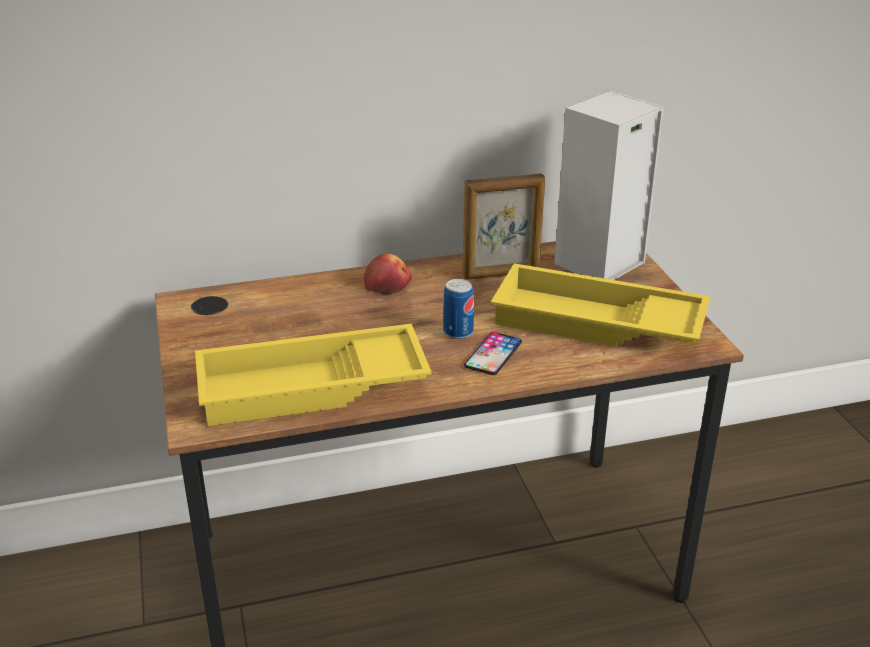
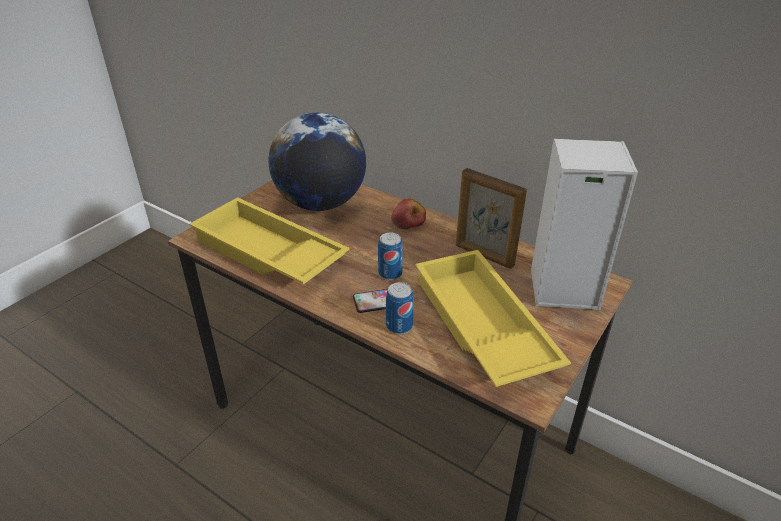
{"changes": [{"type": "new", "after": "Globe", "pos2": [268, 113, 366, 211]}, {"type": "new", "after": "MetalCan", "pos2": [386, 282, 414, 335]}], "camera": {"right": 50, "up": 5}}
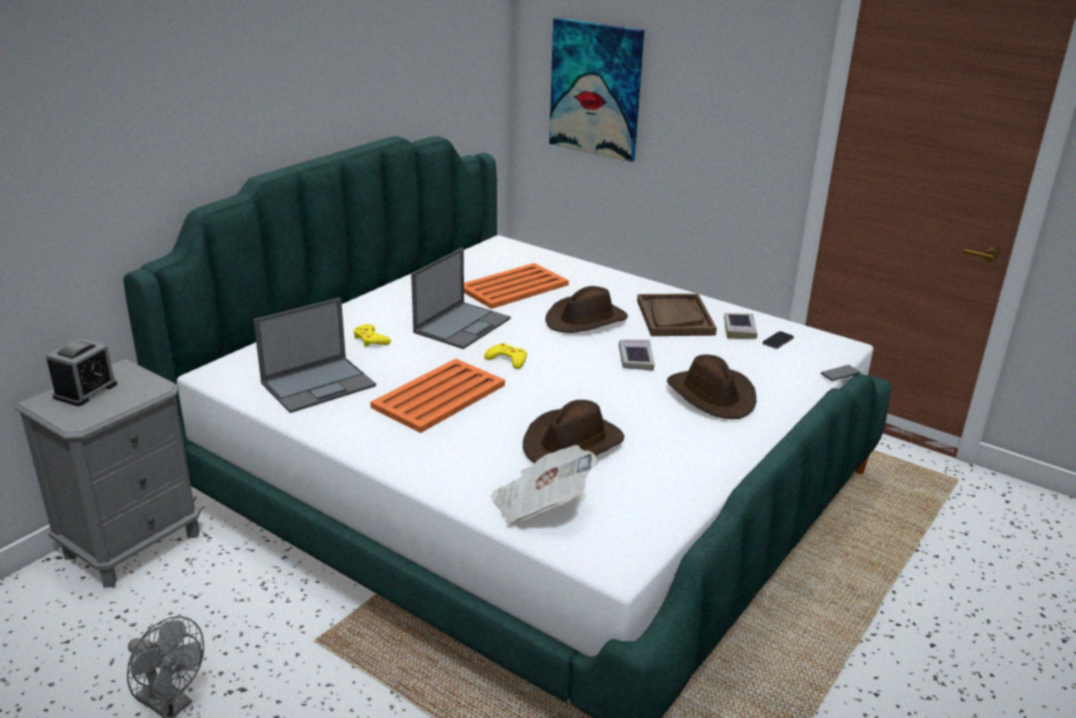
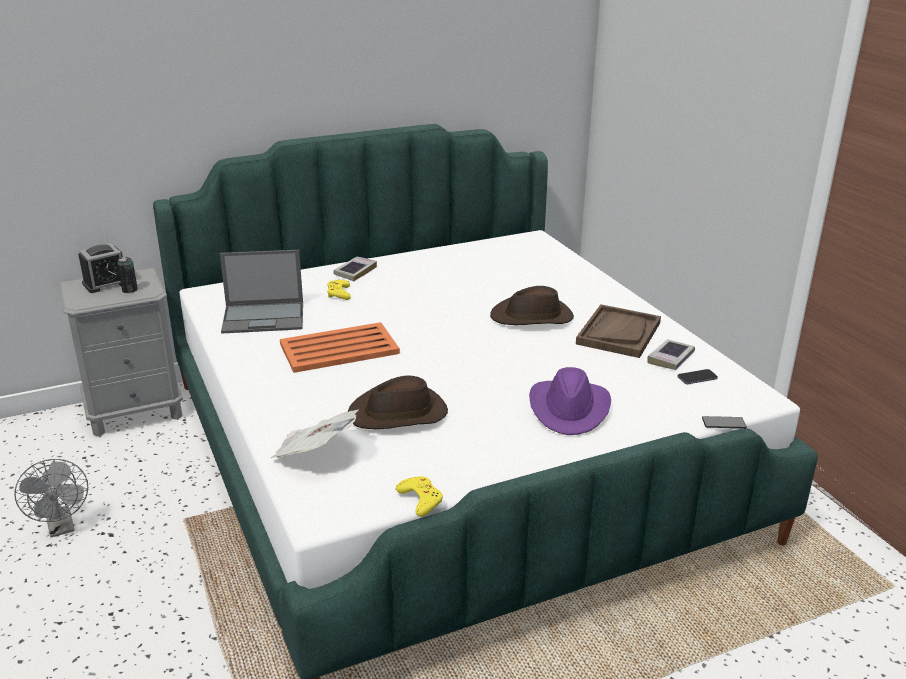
{"changes": [{"type": "gone", "before": "Laptop", "pos1": [411, 248, 511, 349]}, {"type": "gone", "before": "OrangeServingTray", "pos1": [464, 263, 569, 309]}, {"type": "shifted", "before": "YellowColouredJoypad", "pos1": [484, 343, 527, 369], "pos2": [396, 476, 443, 517]}, {"type": "gone", "before": "WallArt", "pos1": [549, 18, 644, 162]}, {"type": "shifted", "before": "Volume", "pos1": [619, 340, 655, 371], "pos2": [334, 256, 377, 281]}, {"type": "repainted", "before": "BrownishClothingHat", "after": "PurplishClothingHat", "pos1": [667, 355, 756, 419], "pos2": [529, 367, 611, 435]}, {"type": "new", "after": "MetalCan", "pos2": [117, 257, 138, 293]}], "camera": {"right": 30, "up": 0}}
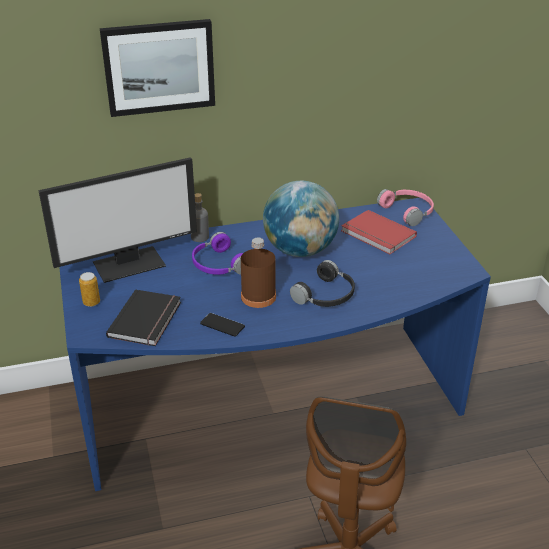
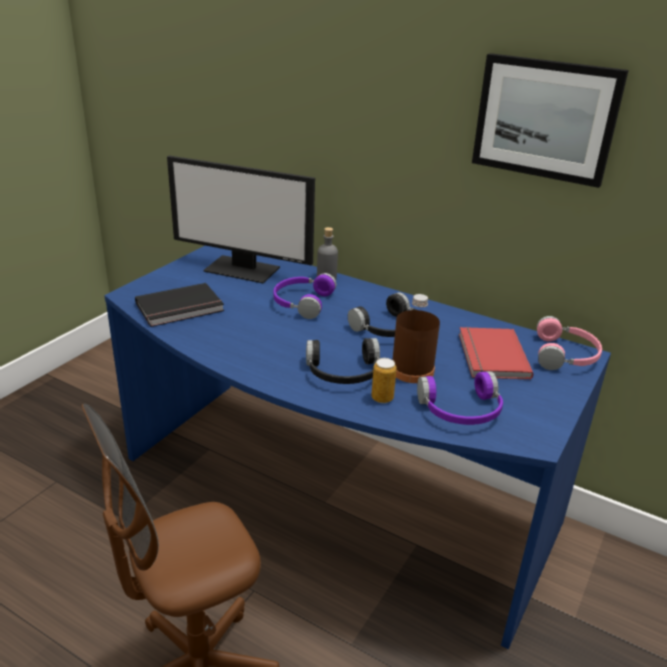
{"changes": [{"type": "shifted", "before": "MetalCan", "pos1": [79, 272, 100, 307], "pos2": [371, 358, 397, 403]}, {"type": "shifted", "before": "WallArt", "pos1": [100, 19, 215, 117], "pos2": [472, 53, 629, 188]}, {"type": "gone", "before": "Handset", "pos1": [200, 313, 245, 337]}, {"type": "shifted", "before": "BrownishDrinkBottle", "pos1": [241, 238, 276, 308], "pos2": [393, 294, 440, 383]}, {"type": "swapped", "before": "Globe", "after": "BlackishPairOfHeadphones", "pos1": [263, 180, 339, 257], "pos2": [348, 292, 417, 337]}, {"type": "new", "after": "PurplishPairOfHeadphones", "pos2": [417, 371, 503, 425]}], "camera": {"right": 45, "up": -5}}
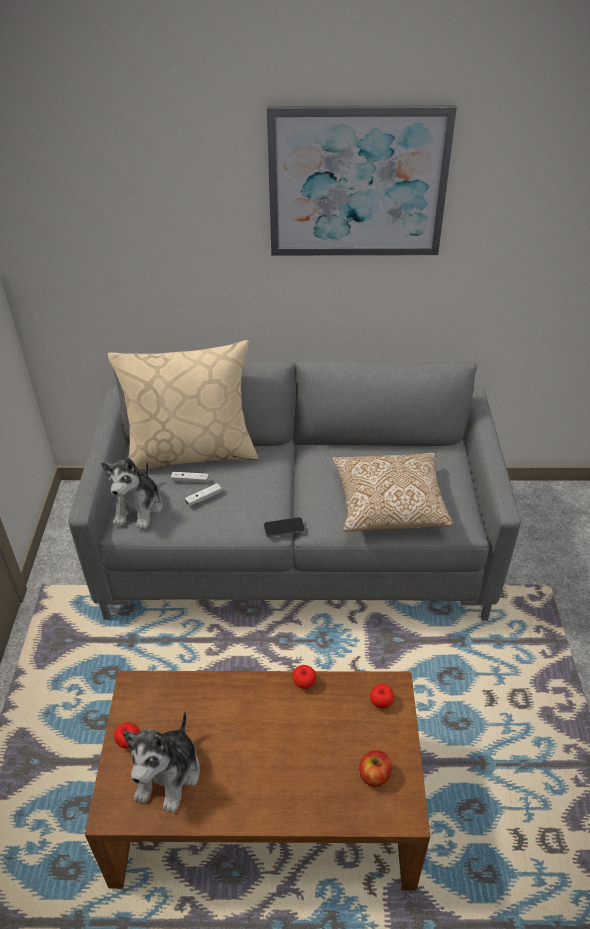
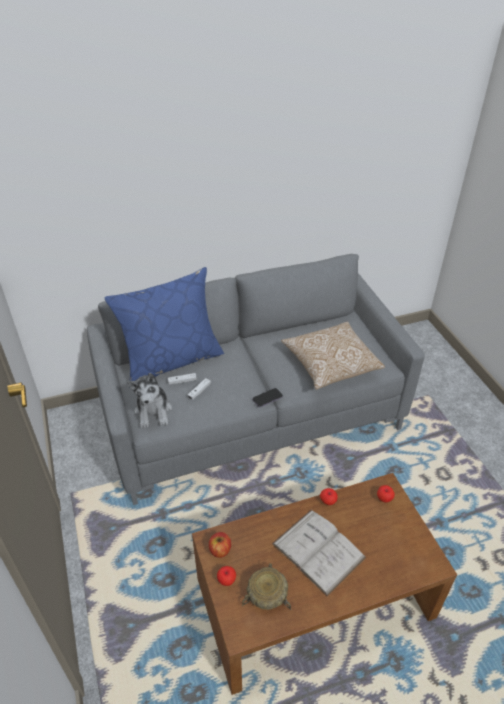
{"changes": [{"type": "repainted", "before": "BeigeColouredThrowPillow", "after": "BluishThrowPillow", "pos1": [108, 340, 258, 471], "pos2": [105, 267, 224, 381]}, {"type": "swapped", "before": "PlushToy", "after": "BeigeColouredDeepDish", "pos1": [123, 711, 200, 813], "pos2": [242, 563, 292, 610]}, {"type": "gone", "before": "WallArt", "pos1": [267, 105, 457, 256]}, {"type": "shifted", "before": "AppleFruit", "pos1": [359, 750, 392, 787], "pos2": [209, 532, 231, 558]}, {"type": "new", "after": "WhiteVolume", "pos2": [272, 510, 366, 596]}], "camera": {"right": -20, "up": 0}}
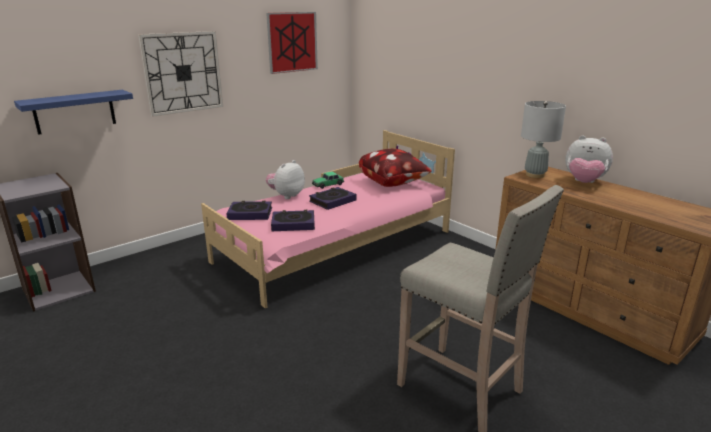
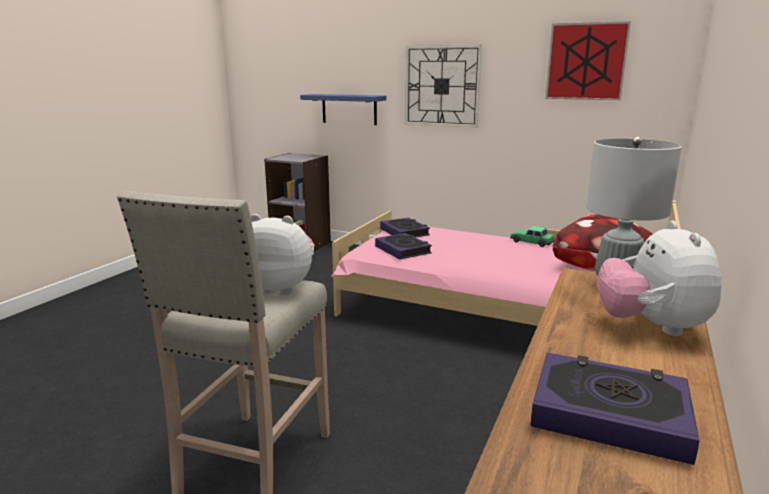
{"changes": [{"type": "shifted", "before": "PlushToy", "pos1": [266, 160, 305, 199], "pos2": [251, 214, 314, 295]}, {"type": "shifted", "before": "Volume", "pos1": [309, 187, 357, 210], "pos2": [531, 352, 699, 465]}], "camera": {"right": 65, "up": -5}}
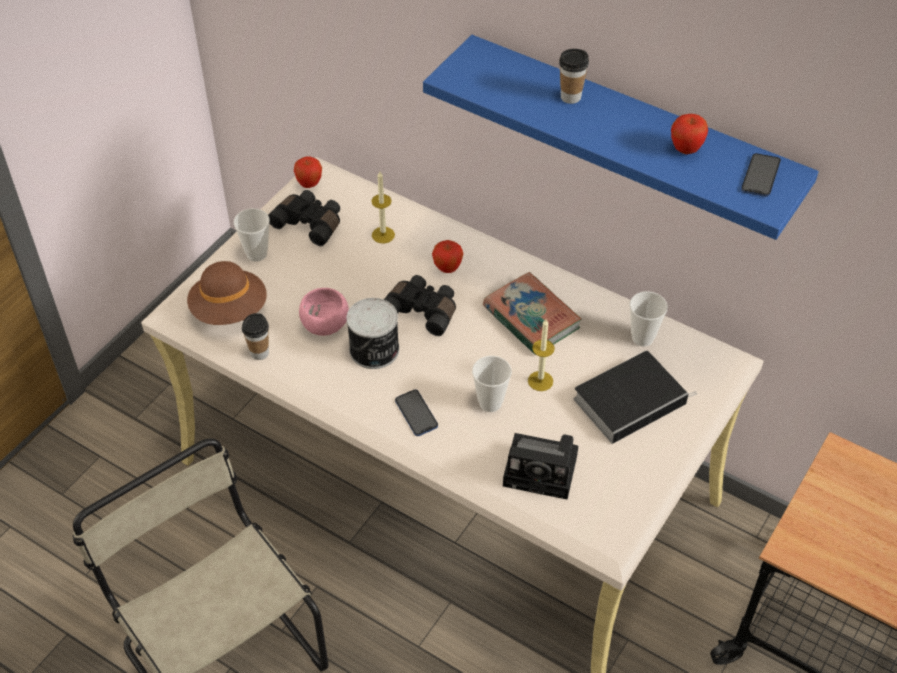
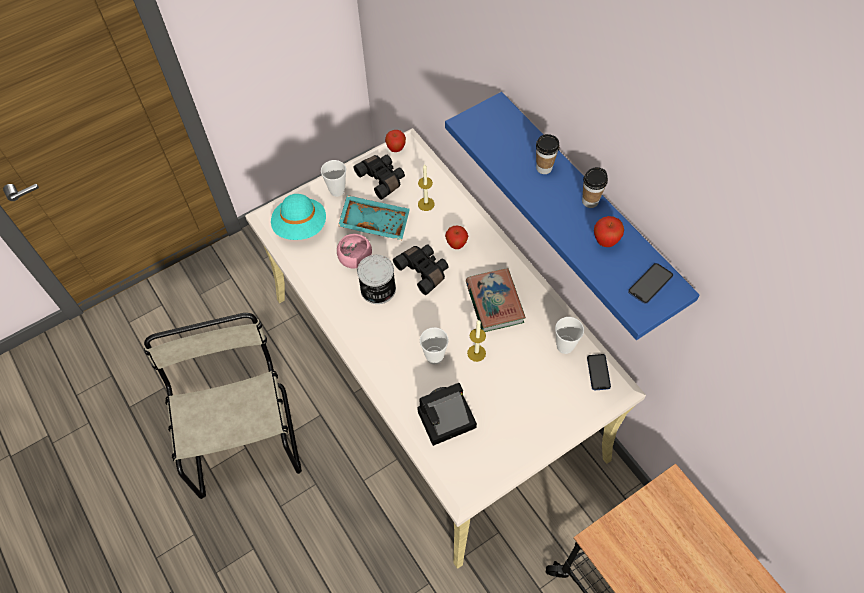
{"changes": [{"type": "repainted", "before": "BrownishClothingHat", "after": "TurquoiseClothingHat", "pos1": [187, 261, 267, 325], "pos2": [271, 194, 326, 240]}, {"type": "shifted", "before": "DrinkingCup", "pos1": [242, 313, 269, 360], "pos2": [582, 167, 608, 208]}, {"type": "shifted", "before": "Handset", "pos1": [395, 389, 438, 436], "pos2": [587, 354, 611, 390]}, {"type": "rotated", "before": "StillCamera", "pos1": [503, 433, 578, 499], "pos2": [417, 383, 477, 446], "turn": 120}, {"type": "gone", "before": "Volume", "pos1": [574, 351, 697, 444]}, {"type": "new", "after": "TurquoiseServingTray", "pos2": [338, 195, 410, 240]}], "camera": {"right": 25, "up": 10}}
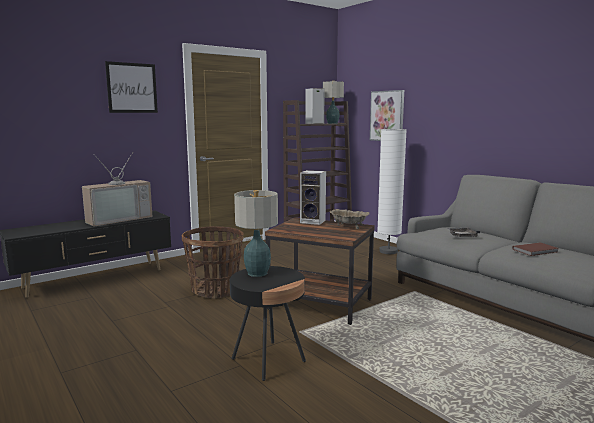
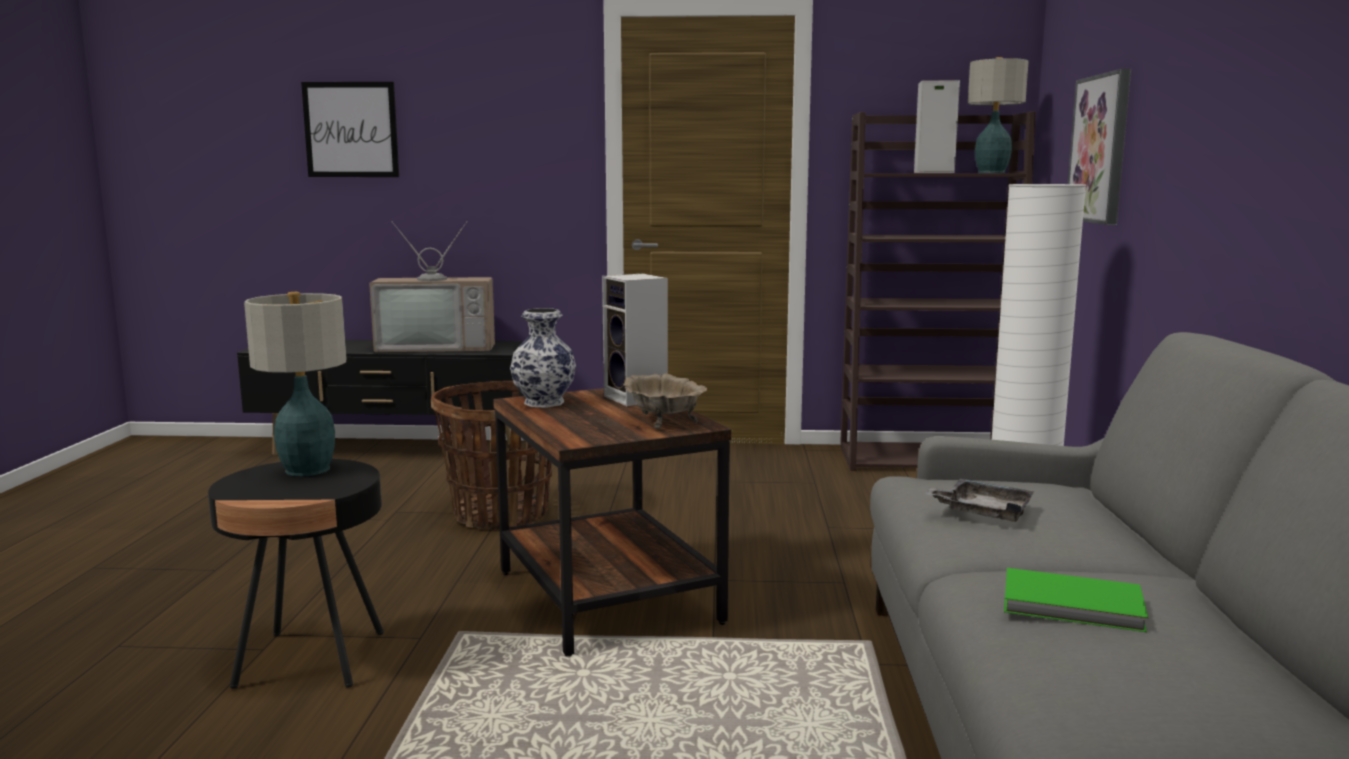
{"changes": [{"type": "shifted", "before": "WallArt", "pos1": [105, 61, 158, 113], "pos2": [301, 82, 399, 177]}, {"type": "repainted", "before": "BrownishVolume", "after": "GreenVolume", "pos1": [512, 242, 559, 256], "pos2": [1004, 568, 1148, 632]}, {"type": "new", "after": "DecorativeVase", "pos2": [510, 308, 576, 408]}], "camera": {"right": 40, "up": 0}}
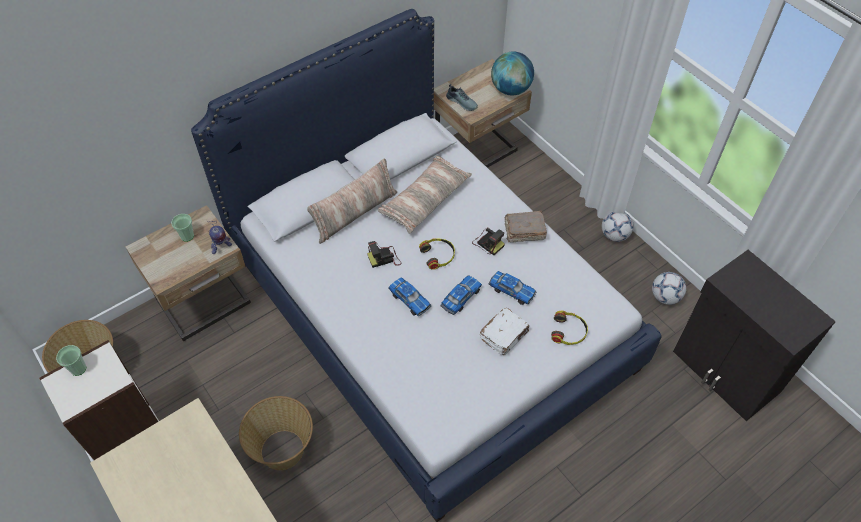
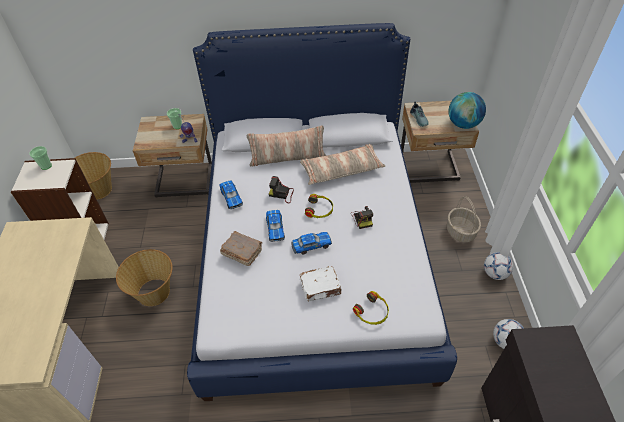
{"changes": [{"type": "shifted", "before": "ToyCar", "pos1": [488, 271, 536, 305], "pos2": [219, 180, 243, 209]}, {"type": "shifted", "before": "BrownishVolume", "pos1": [504, 211, 547, 243], "pos2": [220, 231, 263, 266]}, {"type": "new", "after": "Basket", "pos2": [447, 196, 481, 242]}], "camera": {"right": 35, "up": -5}}
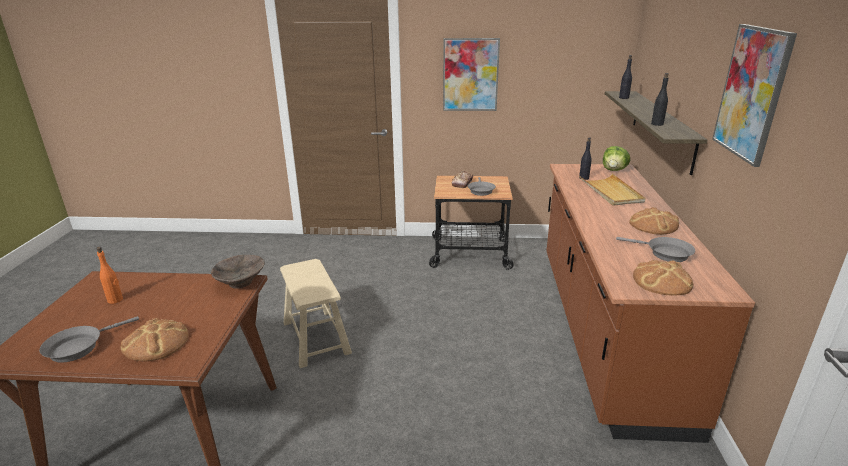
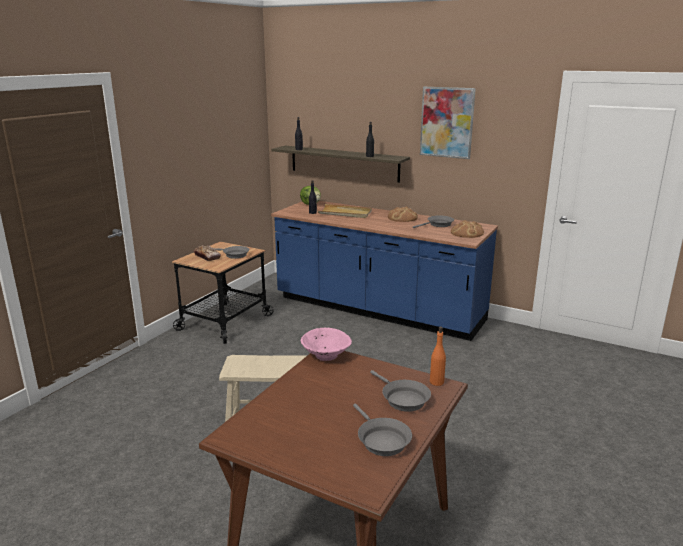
{"changes": [{"type": "shifted", "before": "OrangeDrinkBottle", "pos1": [96, 247, 123, 304], "pos2": [430, 327, 446, 386]}, {"type": "swapped", "before": "BakeryBread", "after": "GrayPan", "pos1": [121, 318, 189, 361], "pos2": [370, 370, 431, 412]}, {"type": "repainted", "before": "BrownishDeepDish", "after": "PinkishDeepDish", "pos1": [211, 255, 265, 289], "pos2": [301, 328, 352, 361]}, {"type": "gone", "before": "WallArt", "pos1": [443, 38, 500, 111]}, {"type": "repainted", "before": "BrownishKitchenCounter", "after": "BluishKitchenCounter", "pos1": [546, 164, 755, 443], "pos2": [271, 201, 498, 341]}], "camera": {"right": -65, "up": -5}}
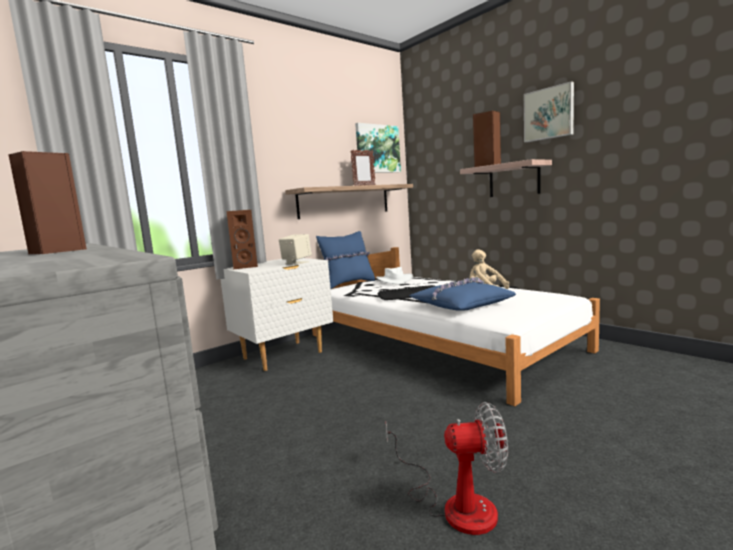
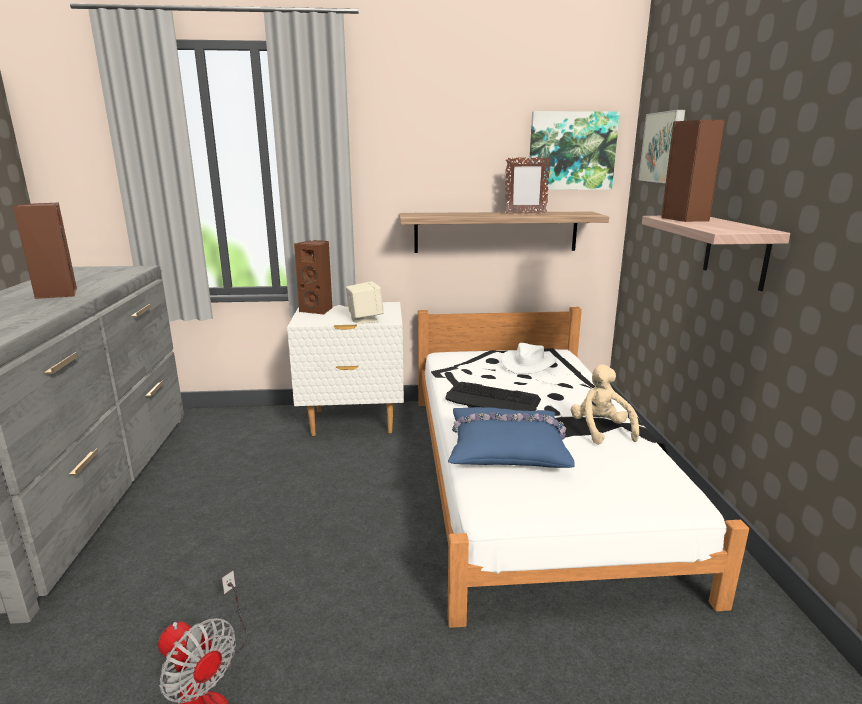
{"changes": [{"type": "gone", "before": "BluishThrowPillow", "pos1": [316, 231, 375, 289]}, {"type": "shifted", "before": "WallArt", "pos1": [524, 81, 574, 142], "pos2": [639, 110, 685, 183]}], "camera": {"right": 35, "up": 10}}
